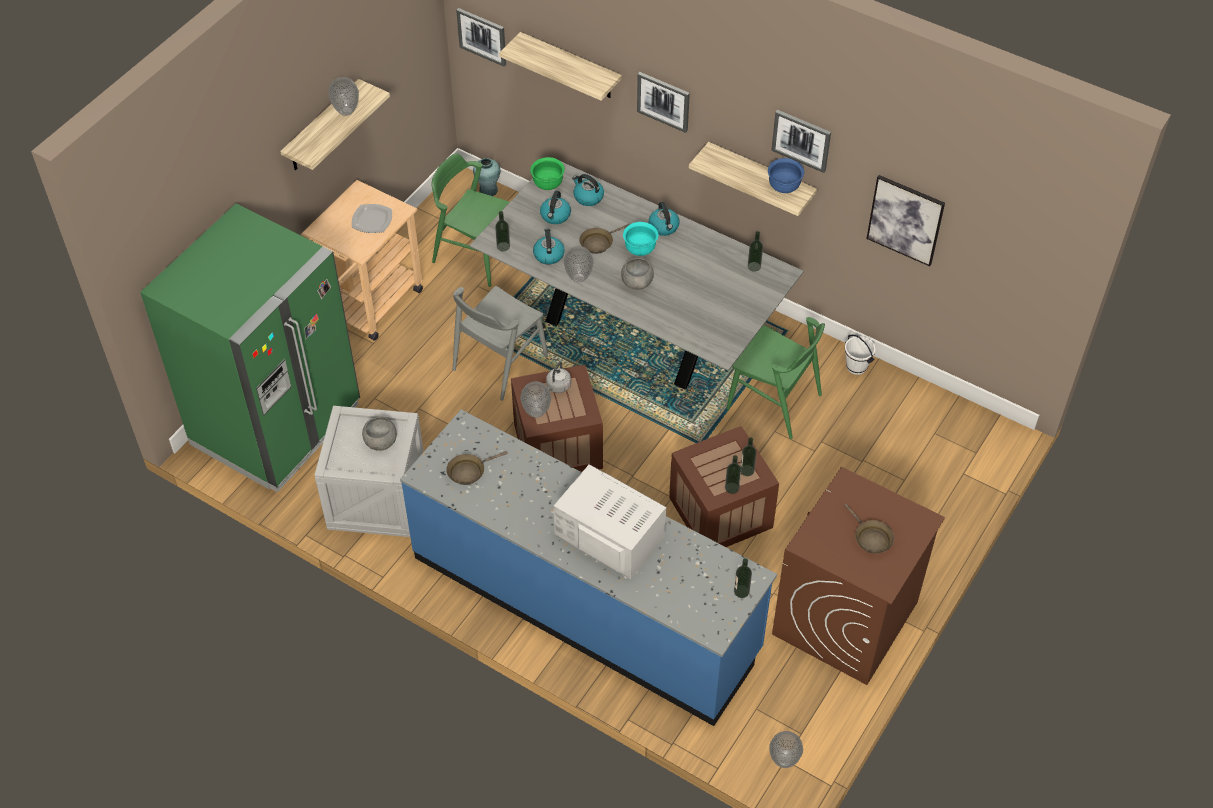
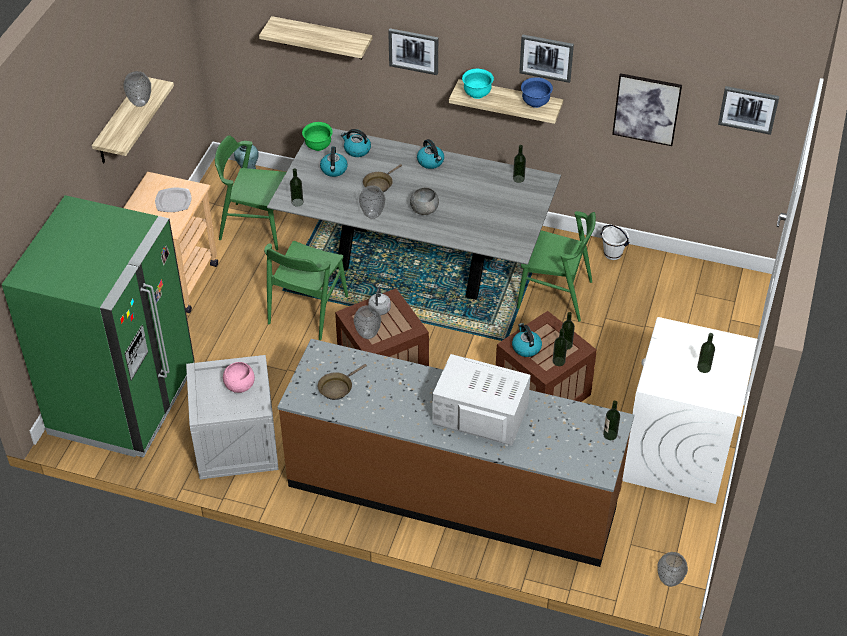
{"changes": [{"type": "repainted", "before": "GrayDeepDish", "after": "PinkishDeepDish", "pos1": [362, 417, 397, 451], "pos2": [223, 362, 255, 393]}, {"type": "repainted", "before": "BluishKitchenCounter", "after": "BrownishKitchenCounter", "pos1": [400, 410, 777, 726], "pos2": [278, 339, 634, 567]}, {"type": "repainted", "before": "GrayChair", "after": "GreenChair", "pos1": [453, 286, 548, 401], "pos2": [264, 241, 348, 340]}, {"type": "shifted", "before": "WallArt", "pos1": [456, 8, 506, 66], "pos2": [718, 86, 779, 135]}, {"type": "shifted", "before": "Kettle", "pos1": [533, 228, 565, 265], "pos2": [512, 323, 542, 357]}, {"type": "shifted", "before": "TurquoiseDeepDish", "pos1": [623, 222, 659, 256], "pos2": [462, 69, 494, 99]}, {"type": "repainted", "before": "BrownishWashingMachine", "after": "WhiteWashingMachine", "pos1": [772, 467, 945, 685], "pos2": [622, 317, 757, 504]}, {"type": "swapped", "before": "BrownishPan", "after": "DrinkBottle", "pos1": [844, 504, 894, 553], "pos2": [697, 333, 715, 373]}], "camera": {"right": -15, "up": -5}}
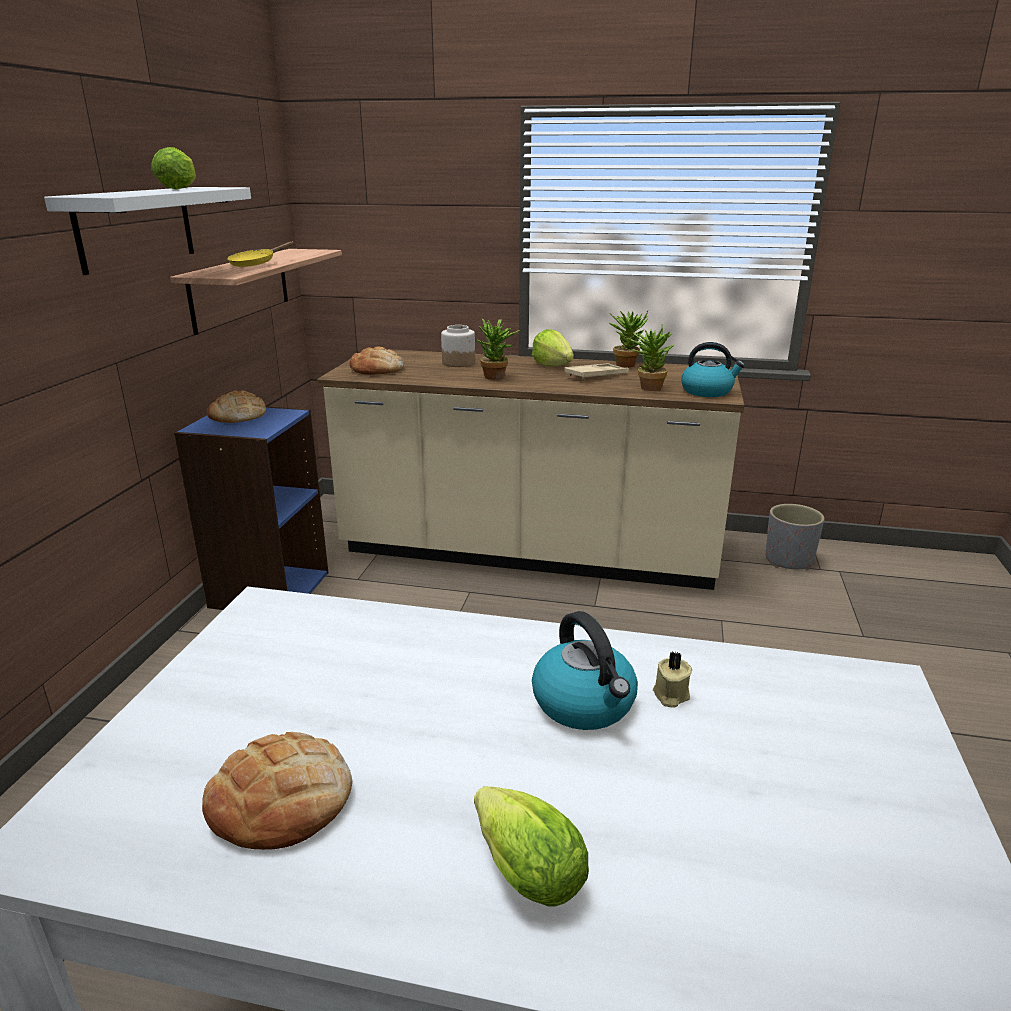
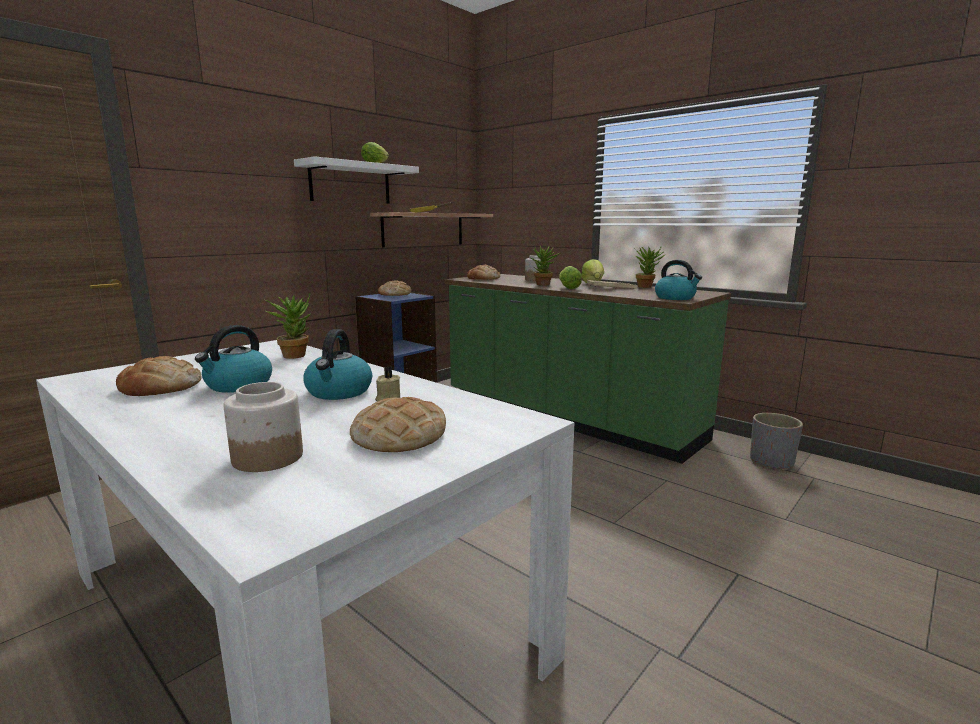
{"changes": [{"type": "repainted", "before": "BeigeColouredKitchenCounter", "after": "GreenKitchenCounter", "pos1": [317, 349, 744, 590], "pos2": [444, 274, 731, 464]}, {"type": "shifted", "before": "Lettuce", "pos1": [474, 786, 589, 907], "pos2": [559, 266, 582, 289]}, {"type": "shifted", "before": "PottedPlant", "pos1": [627, 326, 675, 391], "pos2": [265, 294, 311, 359]}, {"type": "new", "after": "Kettle", "pos2": [195, 325, 272, 393]}, {"type": "new", "after": "StorageJar", "pos2": [223, 382, 303, 472]}, {"type": "new", "after": "BakeryBread", "pos2": [350, 397, 446, 452]}], "camera": {"right": 30, "up": -10}}
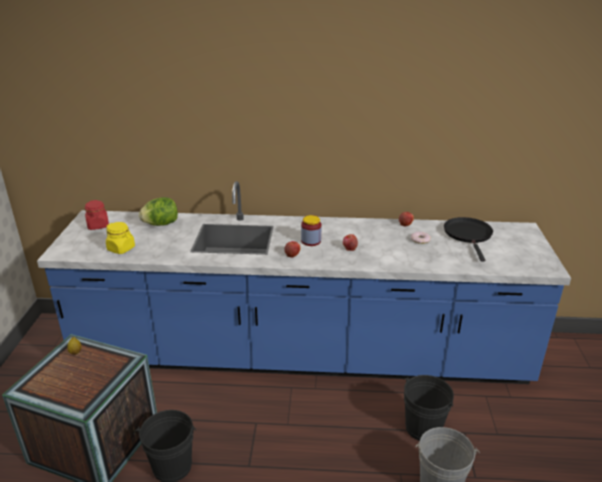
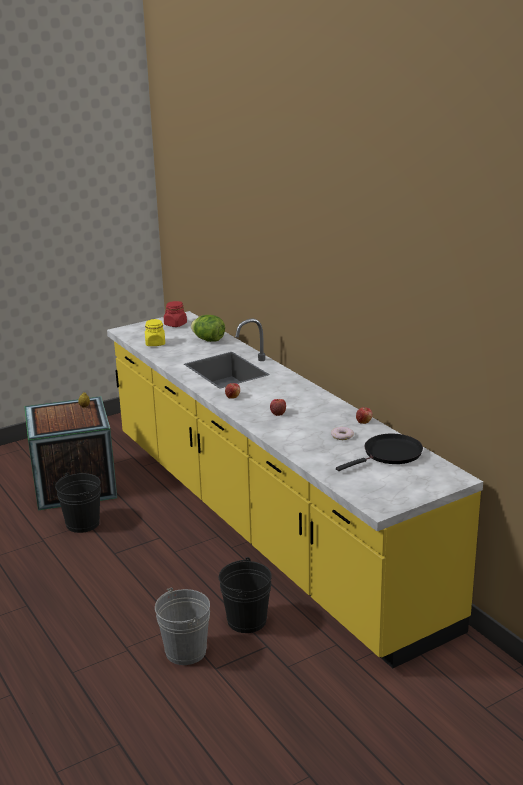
{"changes": [{"type": "repainted", "before": "BluishKitchenCounter", "after": "YellowColouredKitchenCounter", "pos1": [37, 181, 571, 384], "pos2": [107, 311, 483, 668]}, {"type": "gone", "before": "StorageJar", "pos1": [301, 215, 321, 246]}], "camera": {"right": 55, "up": -5}}
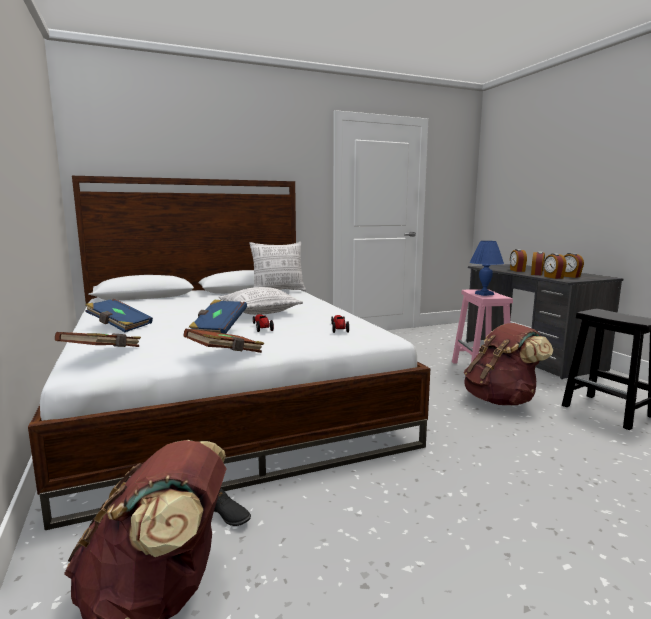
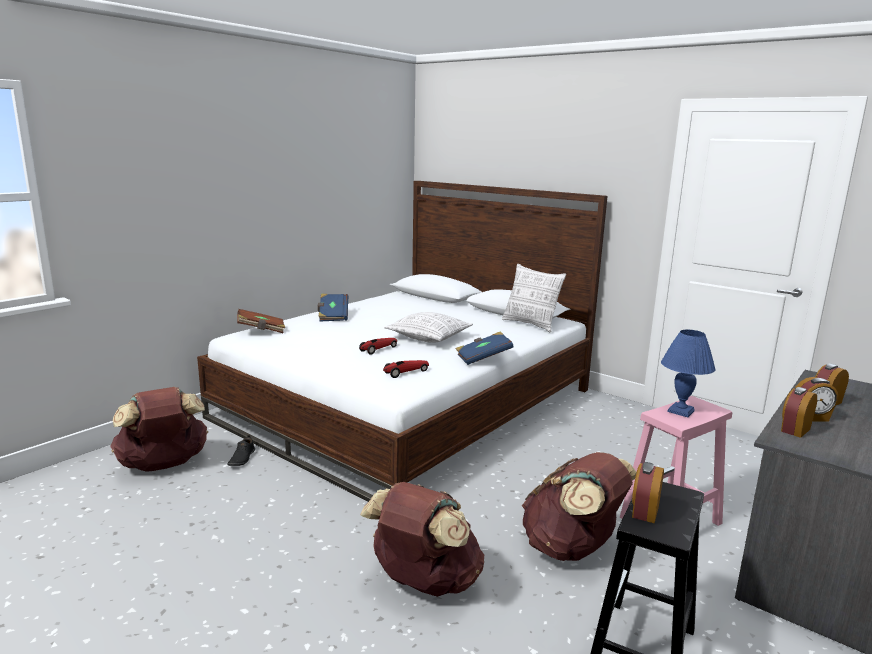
{"changes": [{"type": "gone", "before": "BrownishVolume", "pos1": [183, 329, 264, 353]}, {"type": "shifted", "before": "BluishVolume", "pos1": [189, 299, 247, 334], "pos2": [456, 331, 514, 365]}, {"type": "shifted", "before": "AlarmClock", "pos1": [564, 253, 584, 278], "pos2": [632, 462, 664, 523]}, {"type": "new", "after": "BrownishBackpack", "pos2": [360, 482, 484, 597]}], "camera": {"right": 60, "up": 5}}
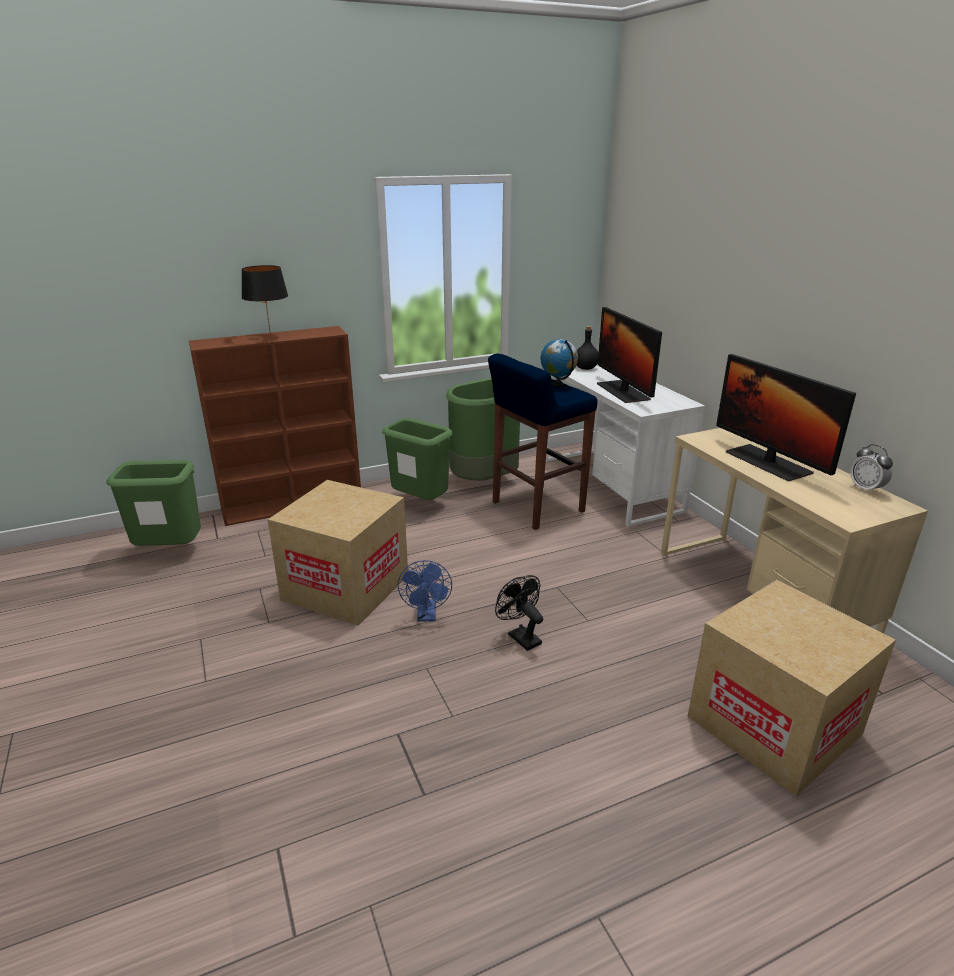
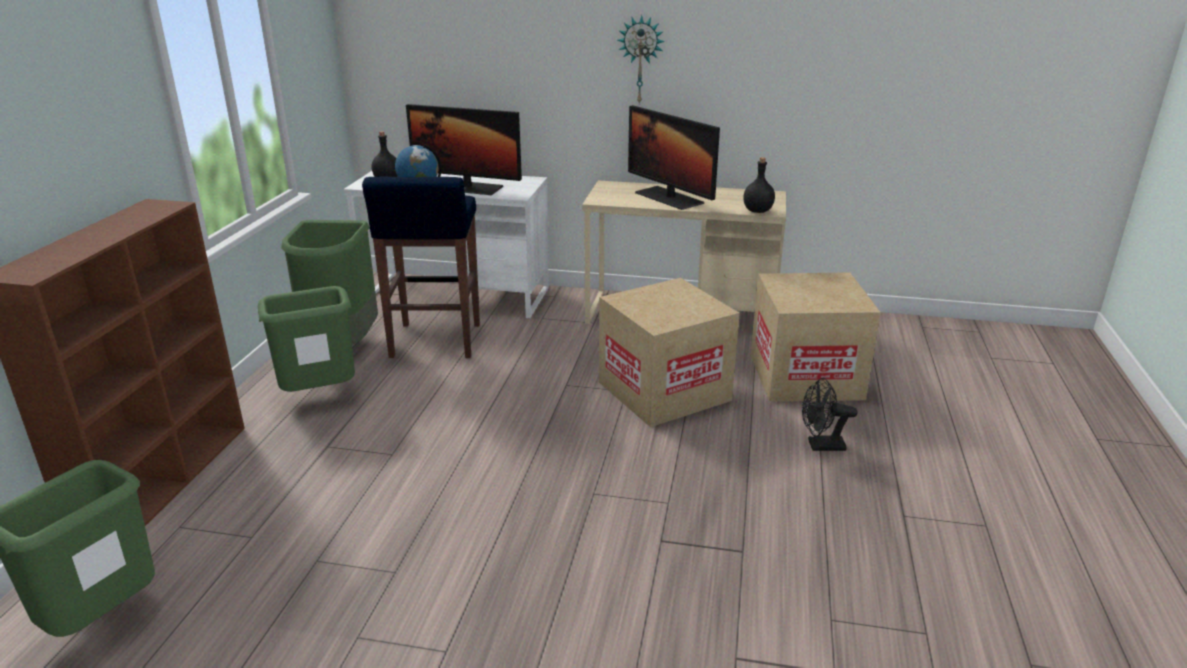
{"changes": [{"type": "gone", "before": "BlackishTabletopLamp", "pos1": [242, 265, 288, 337]}, {"type": "shifted", "before": "CardboardBox", "pos1": [267, 480, 408, 626], "pos2": [599, 278, 740, 427]}, {"type": "gone", "before": "BluishFan", "pos1": [398, 560, 452, 622]}, {"type": "shifted", "before": "BlackishFan", "pos1": [495, 575, 543, 651], "pos2": [802, 378, 858, 451]}, {"type": "rotated", "before": "ComputerDisplay", "pos1": [716, 354, 856, 482], "pos2": [628, 105, 720, 210], "turn": 45}, {"type": "gone", "before": "AlarmClock", "pos1": [851, 444, 893, 494]}, {"type": "new", "after": "ClockOnTheWall", "pos2": [617, 15, 665, 105]}, {"type": "new", "after": "BlackishDrinkBottle", "pos2": [743, 157, 775, 213]}], "camera": {"right": -55, "up": 0}}
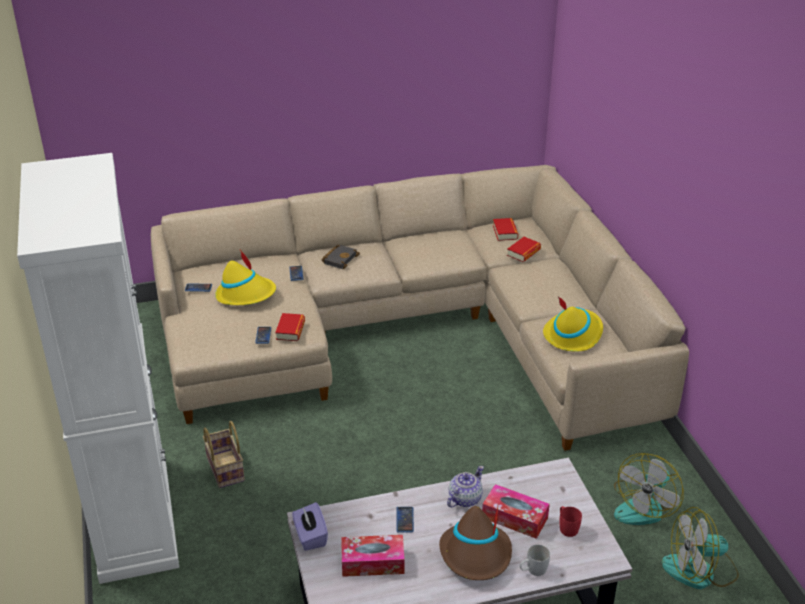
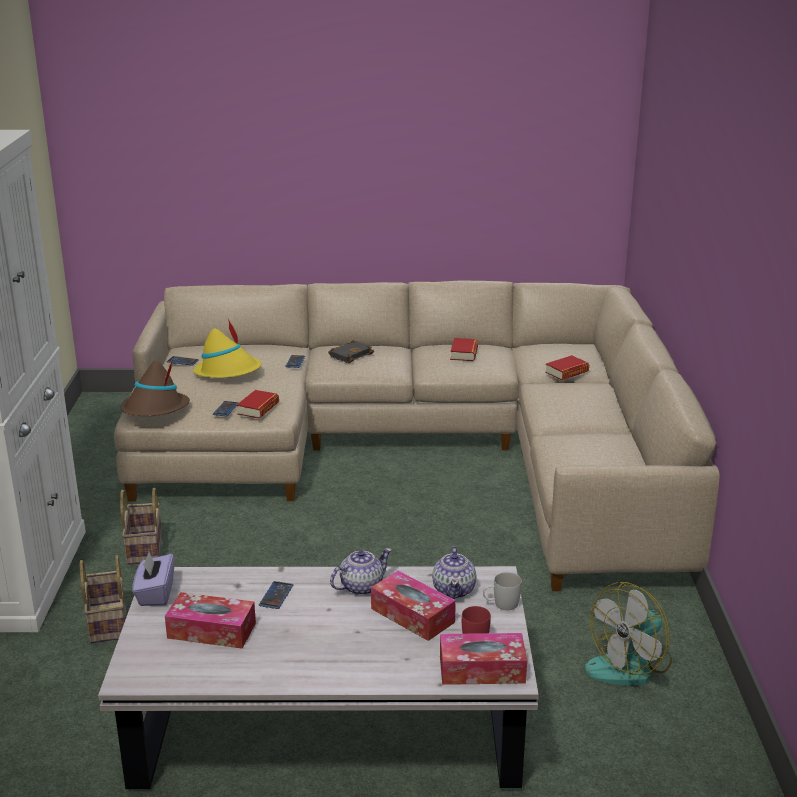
{"changes": [{"type": "shifted", "before": "BrownishClothingHat", "pos1": [439, 506, 512, 580], "pos2": [121, 358, 190, 416]}, {"type": "shifted", "before": "Volume", "pos1": [493, 218, 518, 241], "pos2": [450, 338, 478, 361]}, {"type": "shifted", "before": "WhiteMug", "pos1": [520, 545, 550, 576], "pos2": [483, 572, 522, 610]}, {"type": "gone", "before": "YellowColouredClothingHat", "pos1": [543, 297, 603, 352]}, {"type": "gone", "before": "Fan", "pos1": [662, 507, 739, 589]}, {"type": "new", "after": "Basket", "pos2": [80, 555, 125, 643]}, {"type": "new", "after": "PotForTea", "pos2": [432, 546, 476, 599]}, {"type": "new", "after": "TissueHolder", "pos2": [440, 633, 527, 685]}], "camera": {"right": 15, "up": -10}}
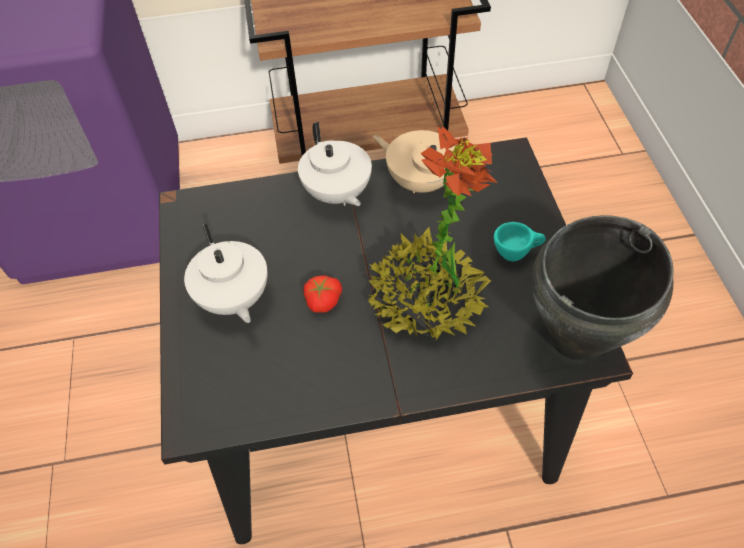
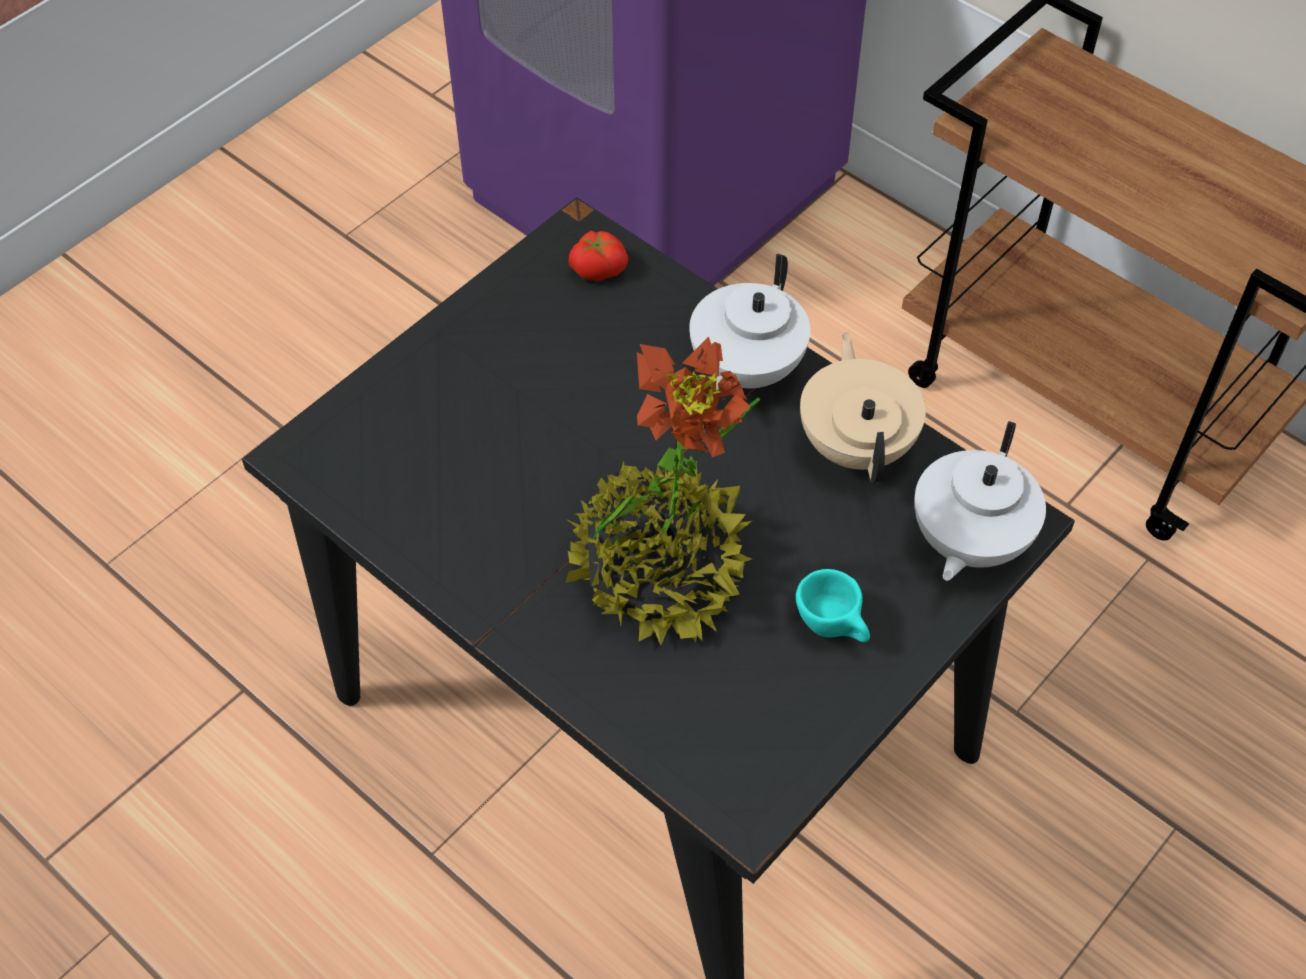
{"changes": [{"type": "shifted", "before": "WhitePotForTea", "pos1": [184, 223, 268, 323], "pos2": [914, 421, 1046, 581]}, {"type": "shifted", "before": "Tomato", "pos1": [304, 275, 342, 313], "pos2": [568, 230, 629, 281]}, {"type": "gone", "before": "BlackishStockpot", "pos1": [531, 215, 674, 361]}], "camera": {"right": 50, "up": 0}}
